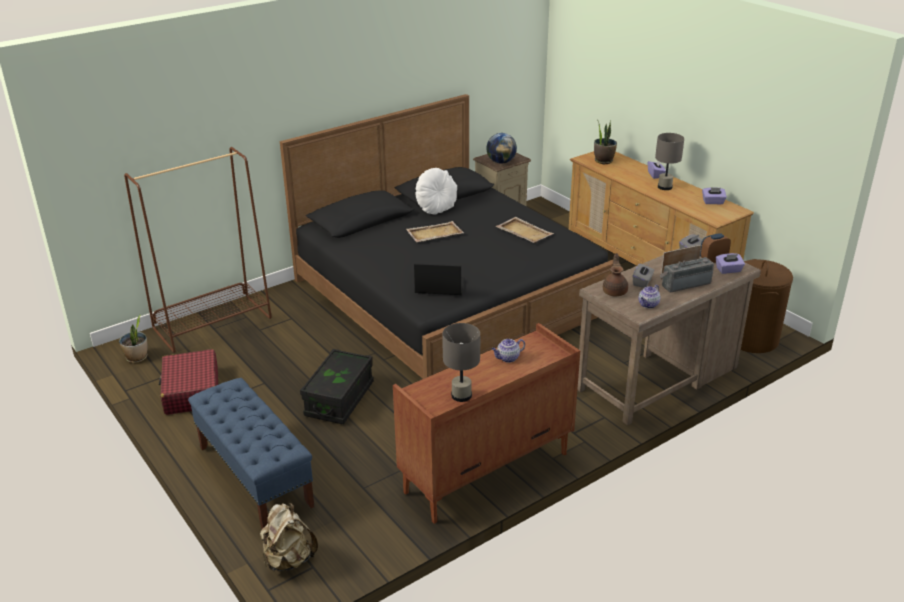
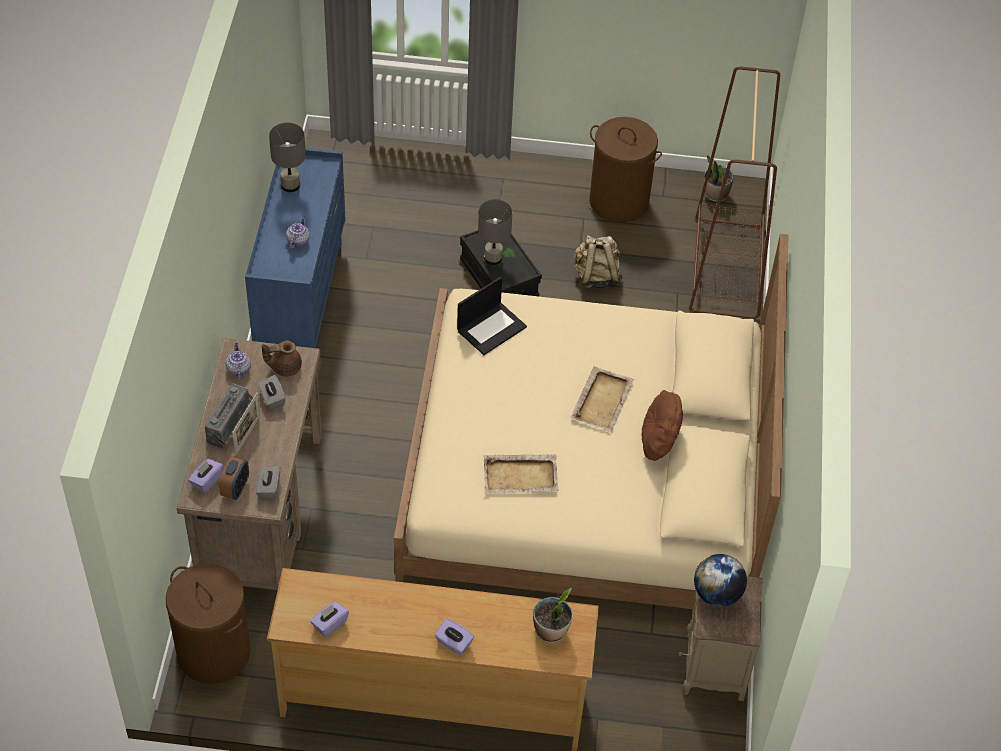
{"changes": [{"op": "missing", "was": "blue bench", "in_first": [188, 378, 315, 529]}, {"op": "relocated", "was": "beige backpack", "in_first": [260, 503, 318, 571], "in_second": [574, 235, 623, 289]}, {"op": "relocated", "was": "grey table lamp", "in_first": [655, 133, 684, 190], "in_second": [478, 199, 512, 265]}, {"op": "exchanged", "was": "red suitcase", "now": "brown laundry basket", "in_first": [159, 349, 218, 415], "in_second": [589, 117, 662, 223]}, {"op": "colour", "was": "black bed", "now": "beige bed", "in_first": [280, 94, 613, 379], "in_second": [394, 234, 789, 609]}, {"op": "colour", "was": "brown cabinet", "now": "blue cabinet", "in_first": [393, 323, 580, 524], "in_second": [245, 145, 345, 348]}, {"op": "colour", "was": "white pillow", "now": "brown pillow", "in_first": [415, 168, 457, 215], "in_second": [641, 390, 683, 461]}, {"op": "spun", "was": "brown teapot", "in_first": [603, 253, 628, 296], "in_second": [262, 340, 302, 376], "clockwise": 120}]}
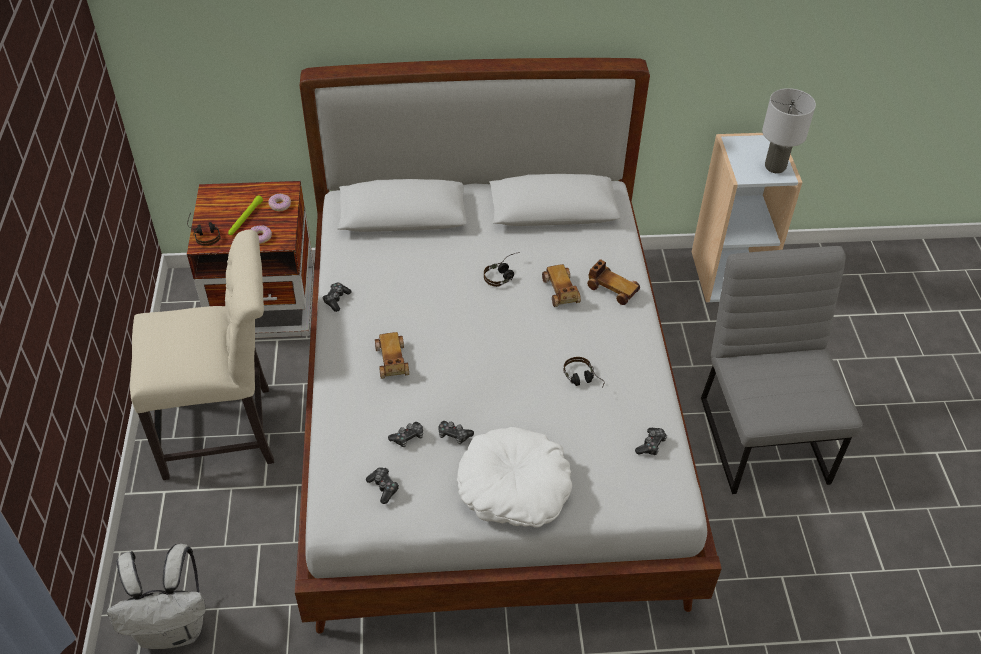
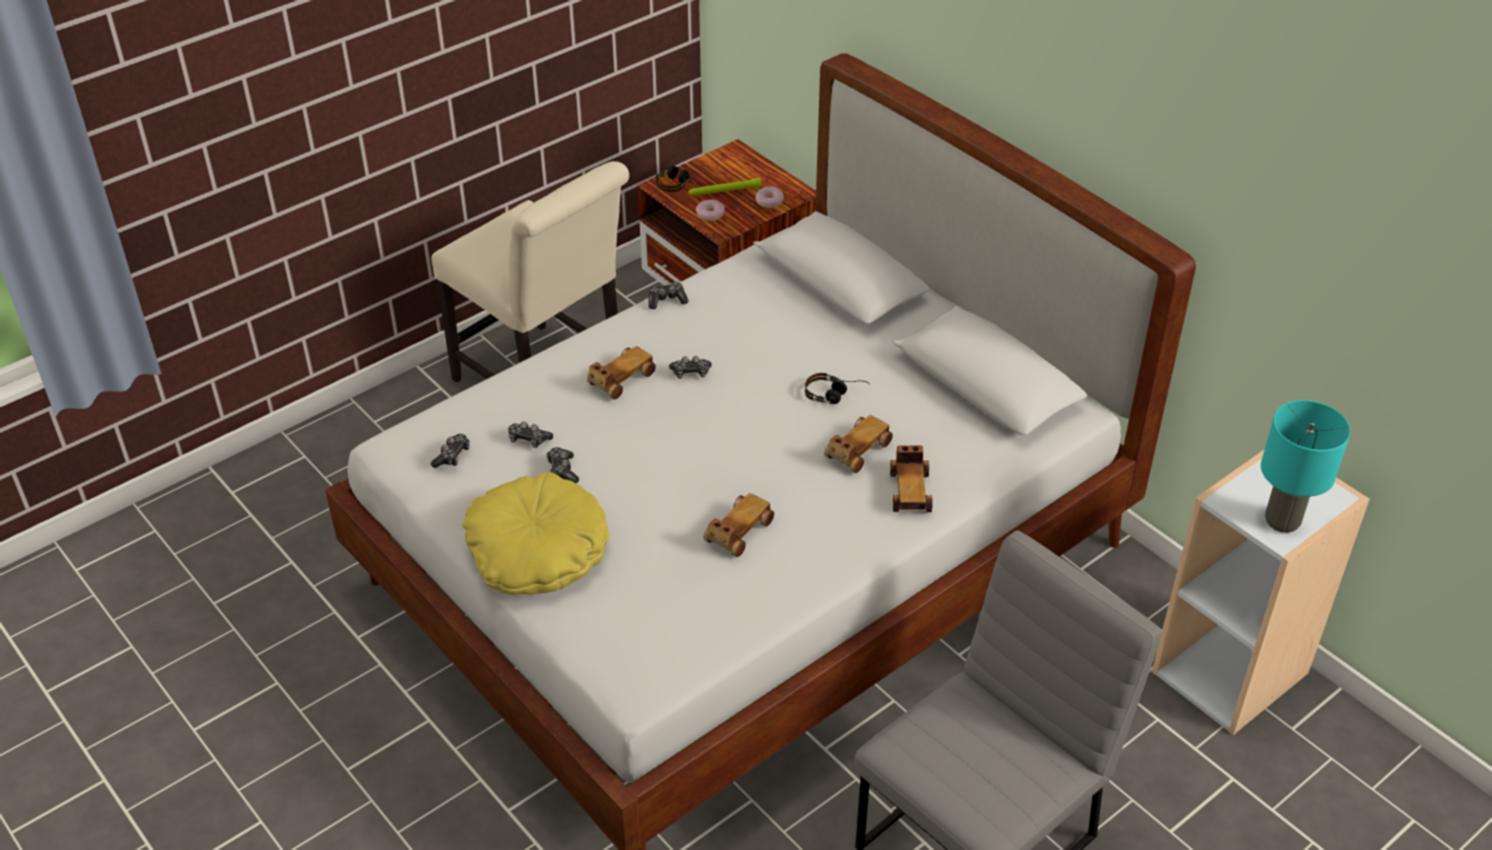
{"changes": [{"op": "missing", "was": "white backpack", "in_first": [107, 544, 206, 649]}, {"op": "relocated", "was": "game controller", "in_first": [635, 428, 667, 455], "in_second": [669, 356, 712, 379]}, {"op": "exchanged", "was": "headphones", "now": "toy car", "in_first": [563, 357, 605, 388], "in_second": [704, 493, 774, 557]}, {"op": "colour", "was": "white pillow", "now": "yellow pillow", "in_first": [457, 427, 572, 528], "in_second": [462, 472, 609, 594]}, {"op": "colour", "was": "white table lamp", "now": "turquoise table lamp", "in_first": [762, 88, 816, 173], "in_second": [1261, 400, 1350, 533]}]}
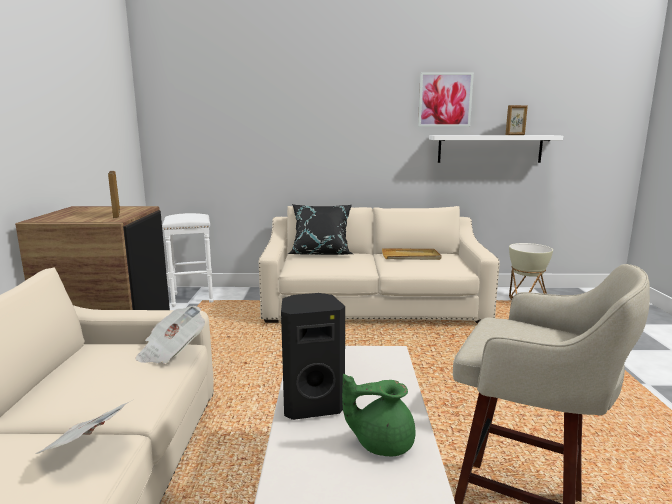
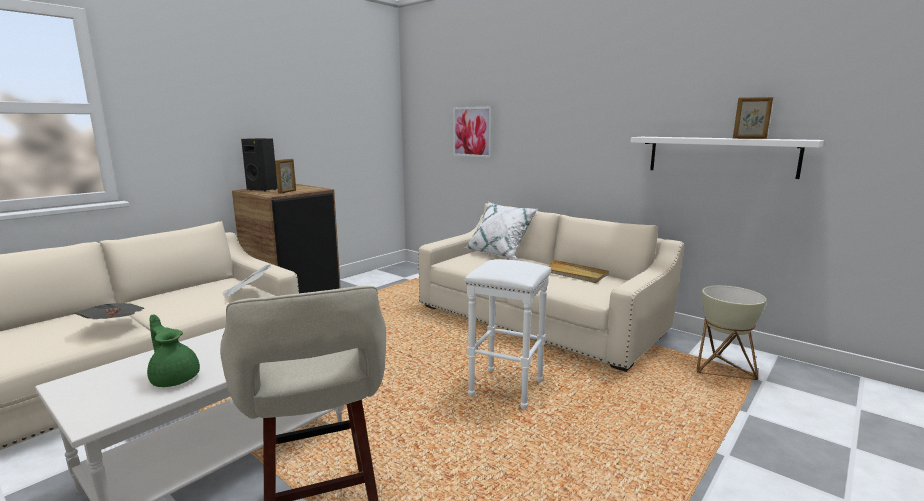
{"changes": [{"op": "relocated", "was": "white stool", "in_first": [162, 213, 214, 307], "in_second": [465, 259, 551, 409]}, {"op": "relocated", "was": "black speaker", "in_first": [281, 293, 345, 420], "in_second": [241, 138, 278, 192]}, {"op": "relocated", "was": "picture", "in_first": [418, 72, 474, 127], "in_second": [453, 107, 492, 158]}, {"op": "colour", "was": "black pillow", "now": "white pillow", "in_first": [288, 204, 352, 255], "in_second": [465, 202, 538, 260]}]}
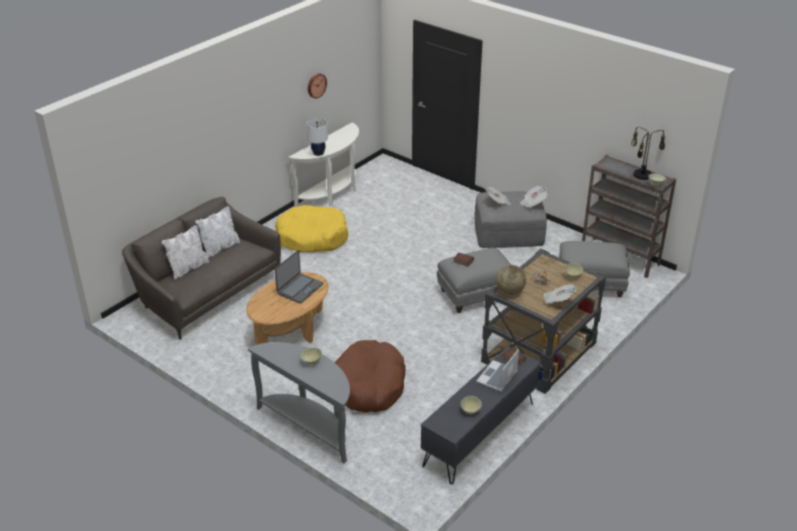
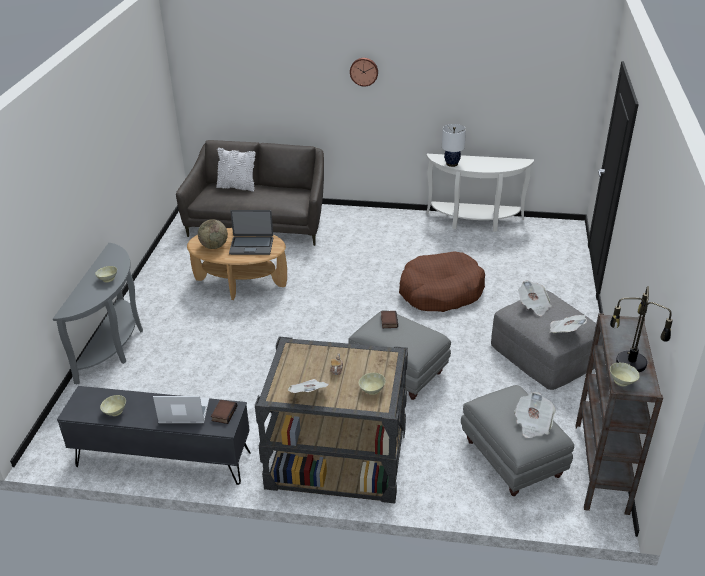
{"changes": [{"op": "missing", "was": "white pillow", "in_first": [195, 206, 240, 258]}, {"op": "missing", "was": "yellow dog bed", "in_first": [275, 205, 348, 252]}, {"op": "appeared", "now": "newspaper", "in_second": [514, 392, 556, 438]}, {"op": "relocated", "was": "wall clock", "in_first": [308, 73, 327, 98], "in_second": [350, 58, 378, 86]}, {"op": "relocated", "was": "brown dog bed", "in_first": [335, 340, 406, 413], "in_second": [399, 251, 485, 312]}, {"op": "relocated", "was": "globe", "in_first": [496, 265, 526, 295], "in_second": [198, 219, 228, 249]}]}
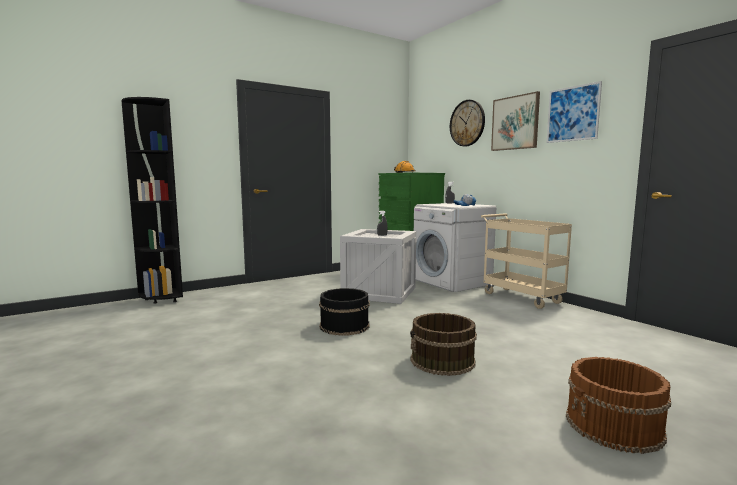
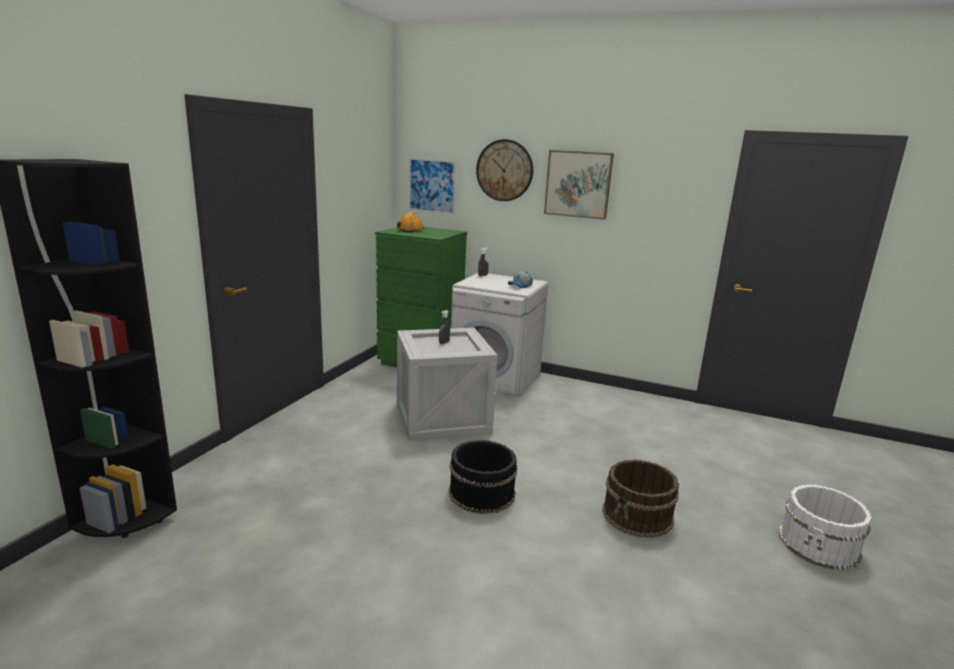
{"changes": [{"op": "missing", "was": "beige cart", "in_first": [481, 213, 572, 309]}, {"op": "relocated", "was": "picture", "in_first": [547, 81, 602, 143], "in_second": [409, 158, 456, 214]}, {"op": "colour", "was": "brown bucket", "now": "white bucket", "in_first": [566, 357, 671, 454], "in_second": [779, 484, 872, 570]}]}
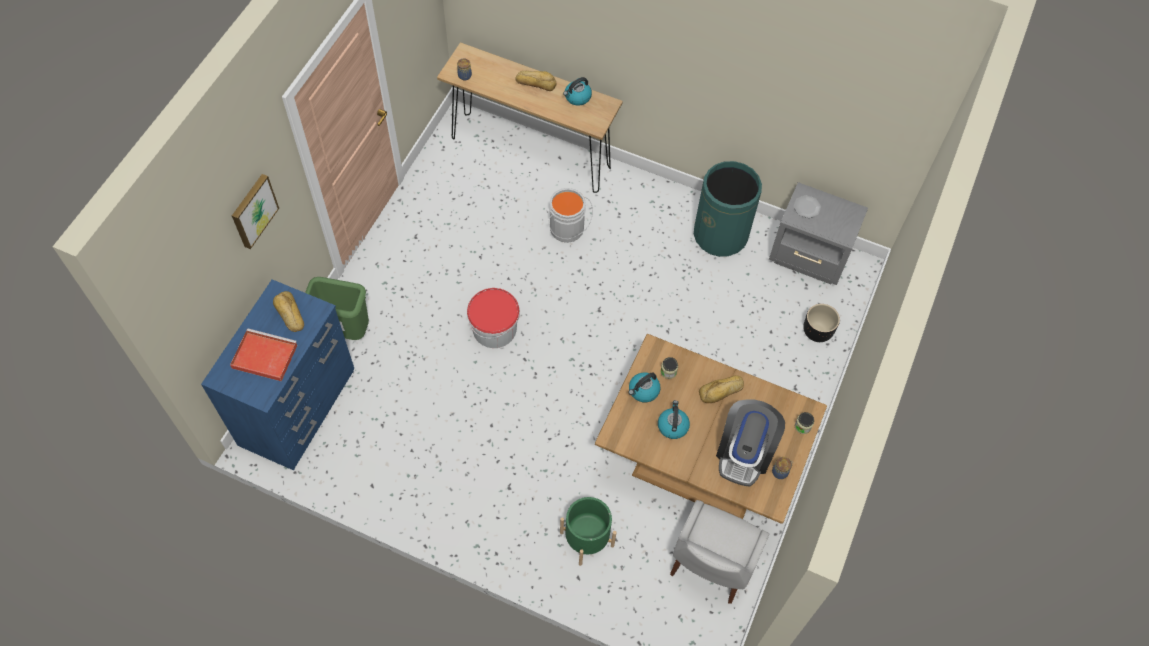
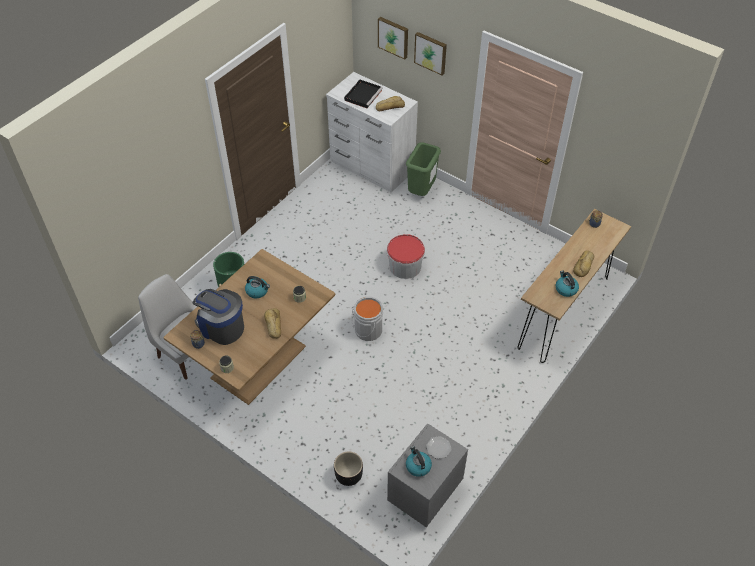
{"changes": [{"op": "missing", "was": "green trash can", "in_first": [694, 161, 762, 257]}, {"op": "appeared", "now": "picture", "in_second": [378, 17, 408, 60]}, {"op": "relocated", "was": "grey bucket", "in_first": [549, 188, 593, 243], "in_second": [352, 297, 383, 341]}, {"op": "relocated", "was": "kettle", "in_first": [629, 373, 660, 402], "in_second": [406, 446, 432, 477]}, {"op": "colour", "was": "blue dresser", "now": "white dresser", "in_first": [201, 279, 354, 471], "in_second": [326, 72, 418, 193]}, {"op": "colour", "was": "red tray", "now": "black tray", "in_first": [230, 329, 297, 381], "in_second": [344, 80, 383, 108]}]}
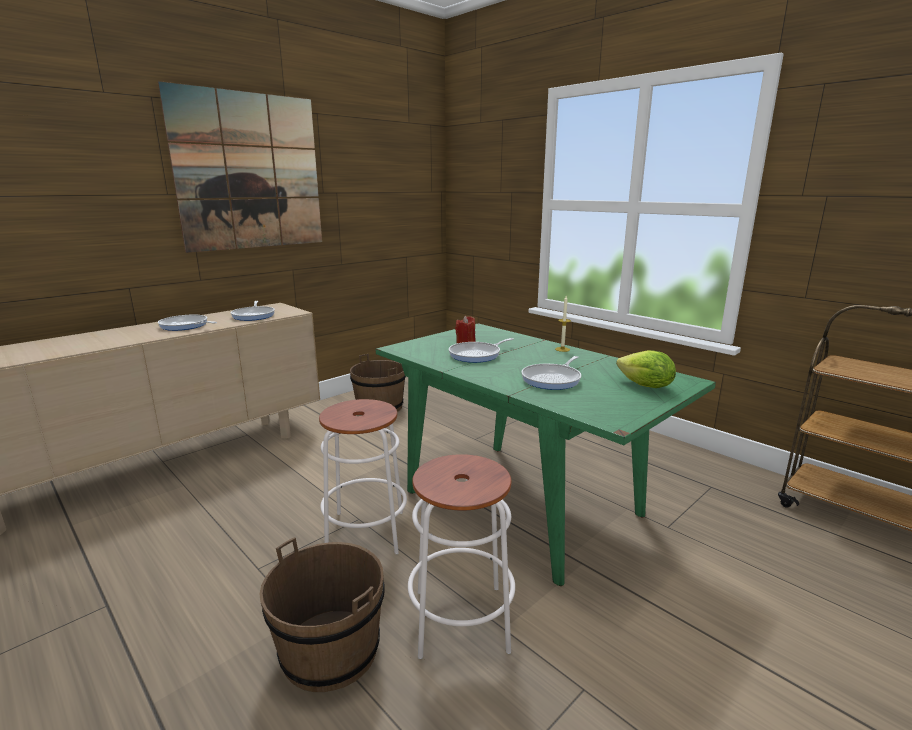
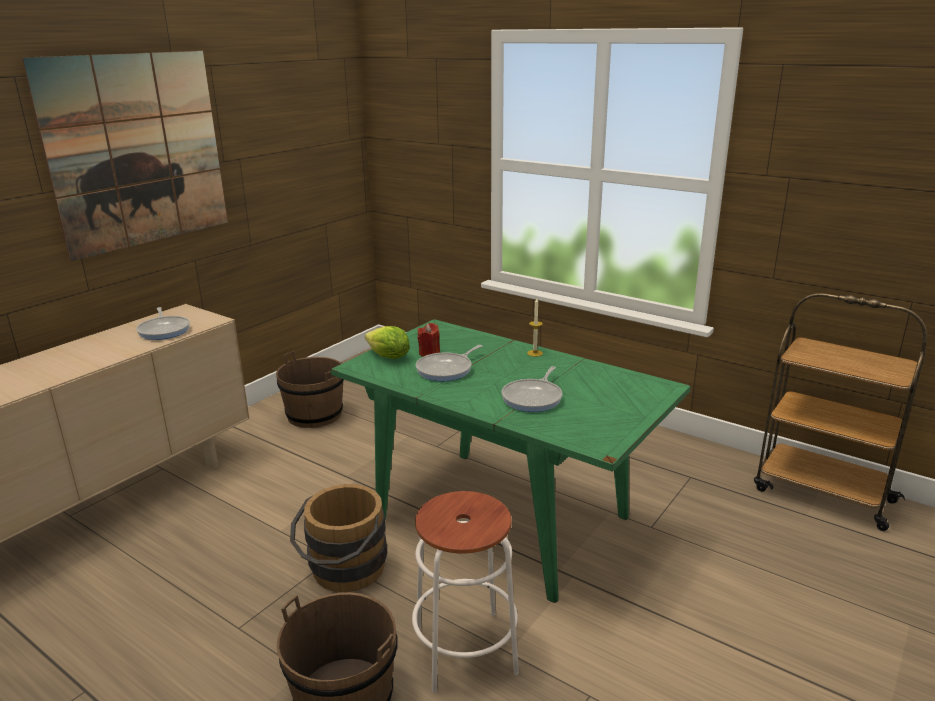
{"changes": [{"op": "missing", "was": "frying pan", "in_first": [158, 315, 217, 331]}, {"op": "relocated", "was": "lettuce", "in_first": [616, 350, 676, 388], "in_second": [365, 326, 410, 359]}, {"op": "exchanged", "was": "white stool", "now": "brown bucket", "in_first": [319, 399, 407, 554], "in_second": [290, 484, 387, 592]}]}
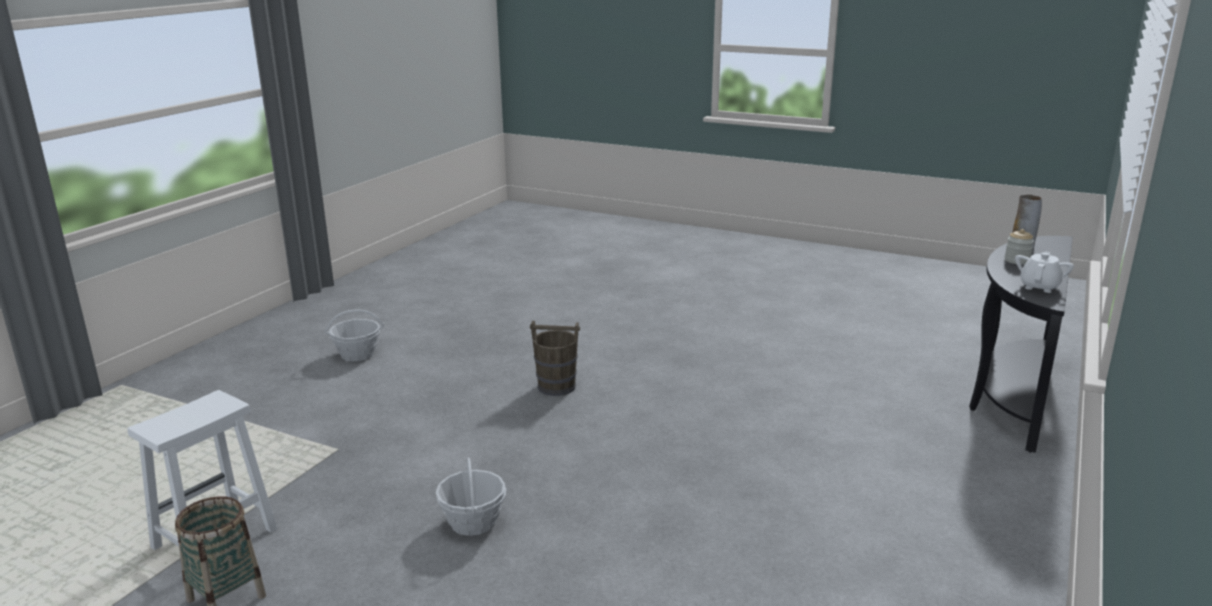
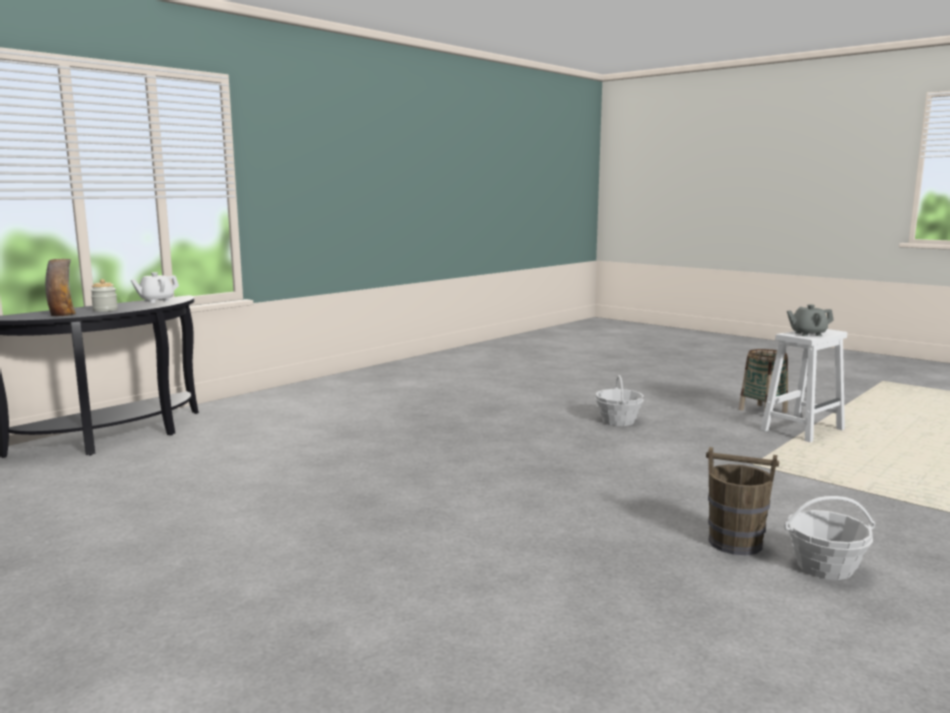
{"changes": [{"op": "appeared", "now": "grey teapot", "in_second": [787, 305, 834, 336]}, {"op": "relocated", "was": "brown bucket", "in_first": [530, 321, 580, 396], "in_second": [706, 447, 779, 555]}]}
